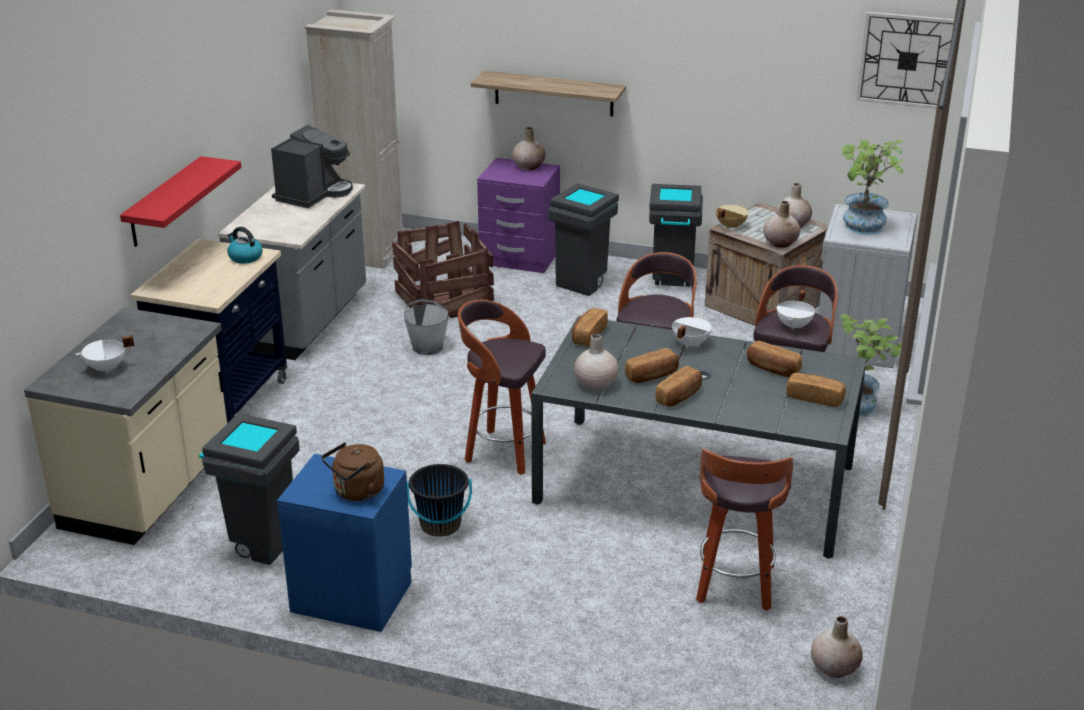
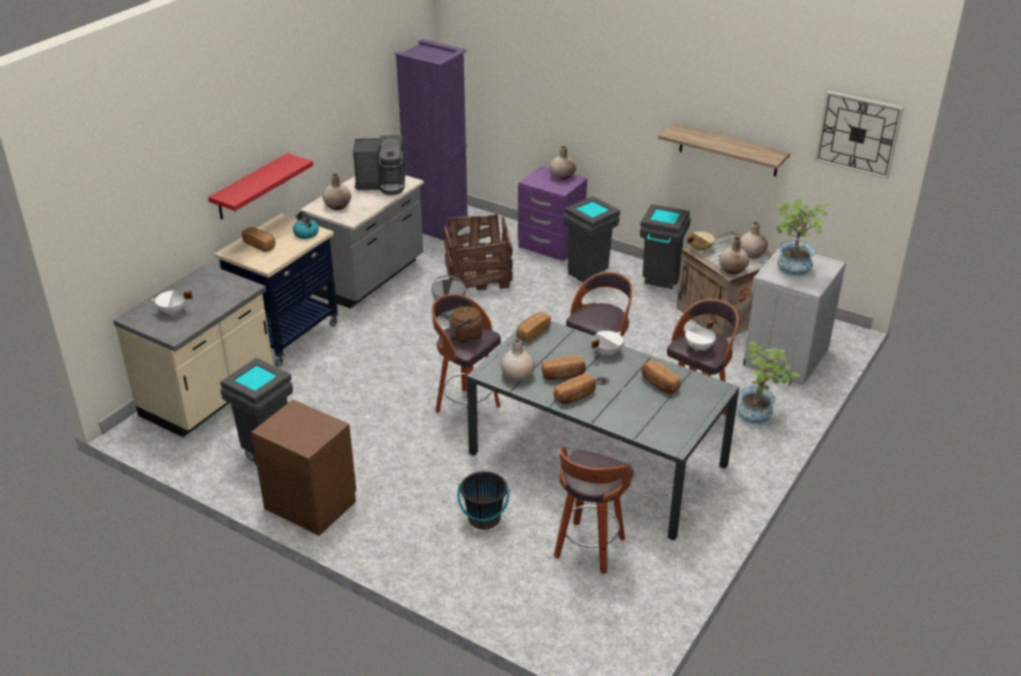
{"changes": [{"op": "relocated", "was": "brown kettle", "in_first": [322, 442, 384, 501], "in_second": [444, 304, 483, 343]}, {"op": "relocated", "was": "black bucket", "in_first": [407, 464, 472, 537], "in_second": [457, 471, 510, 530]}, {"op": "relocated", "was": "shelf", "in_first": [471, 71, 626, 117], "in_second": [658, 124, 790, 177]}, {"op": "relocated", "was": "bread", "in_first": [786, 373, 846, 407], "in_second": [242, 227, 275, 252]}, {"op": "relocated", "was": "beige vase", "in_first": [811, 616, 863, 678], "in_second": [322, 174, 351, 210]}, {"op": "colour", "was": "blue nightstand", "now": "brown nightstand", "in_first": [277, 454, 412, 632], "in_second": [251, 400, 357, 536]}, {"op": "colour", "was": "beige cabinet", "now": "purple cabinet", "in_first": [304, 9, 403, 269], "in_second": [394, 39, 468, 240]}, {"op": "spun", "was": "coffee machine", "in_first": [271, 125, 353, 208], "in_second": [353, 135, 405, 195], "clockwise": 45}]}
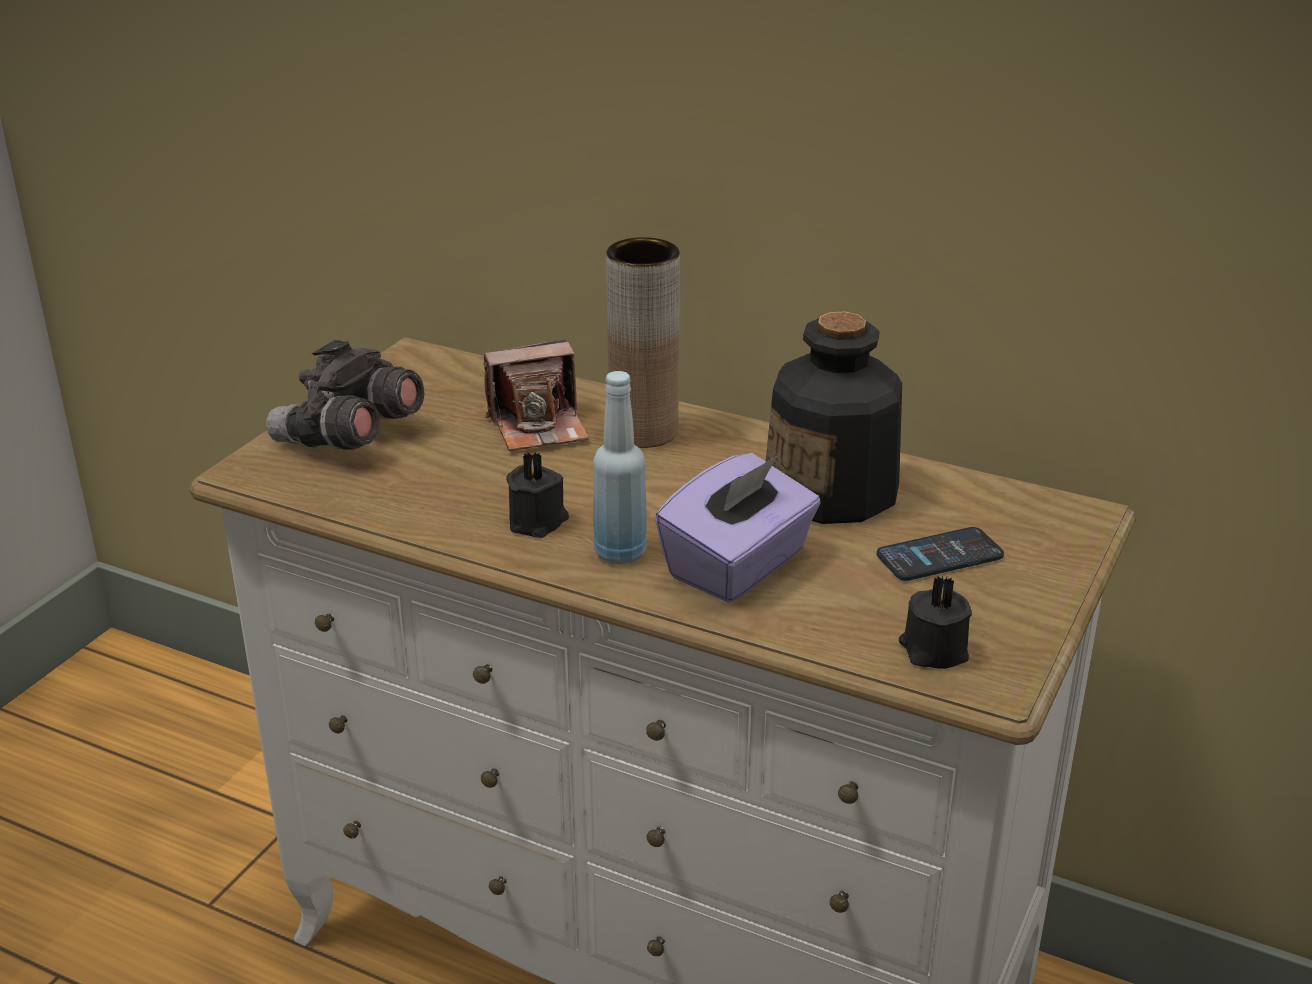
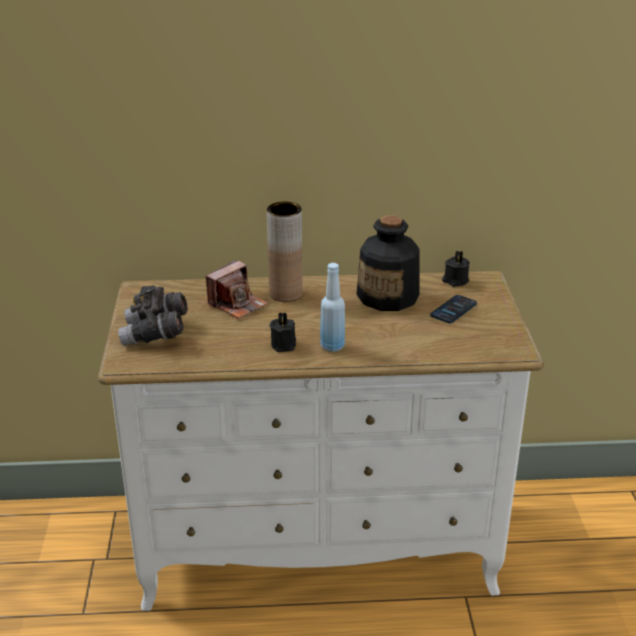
{"changes": [{"op": "missing", "was": "purple tissue box", "in_first": [655, 453, 821, 603]}, {"op": "relocated", "was": "black candle", "in_first": [899, 576, 972, 669], "in_second": [442, 251, 470, 287]}]}
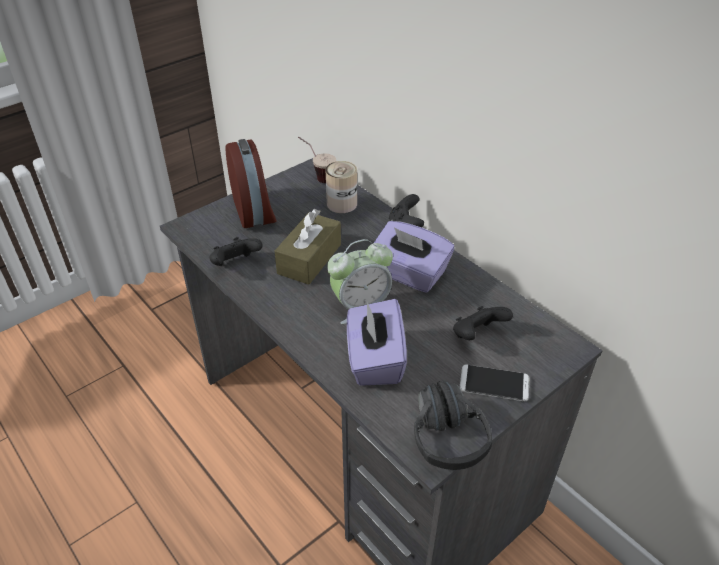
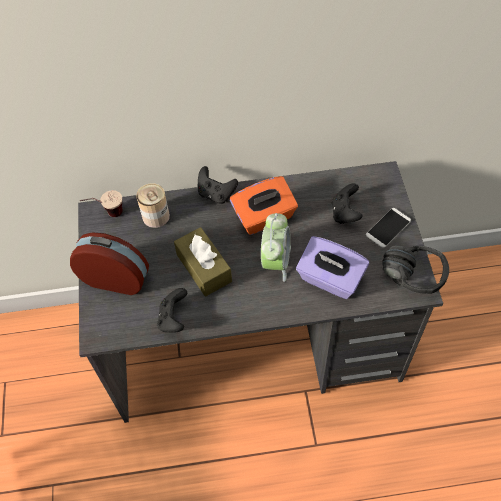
{"changes": [{"op": "colour", "was": "purple tissue box", "now": "orange tissue box", "in_first": [374, 221, 454, 293], "in_second": [230, 176, 298, 235]}]}
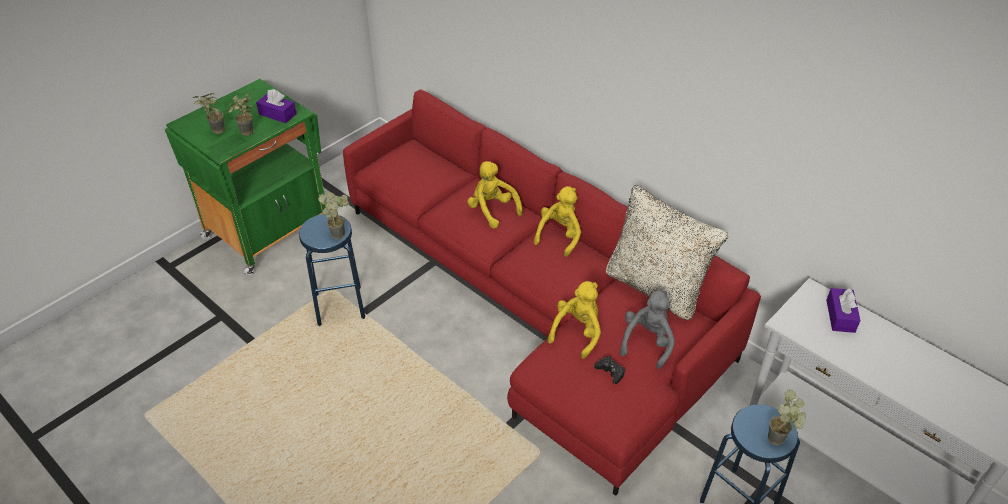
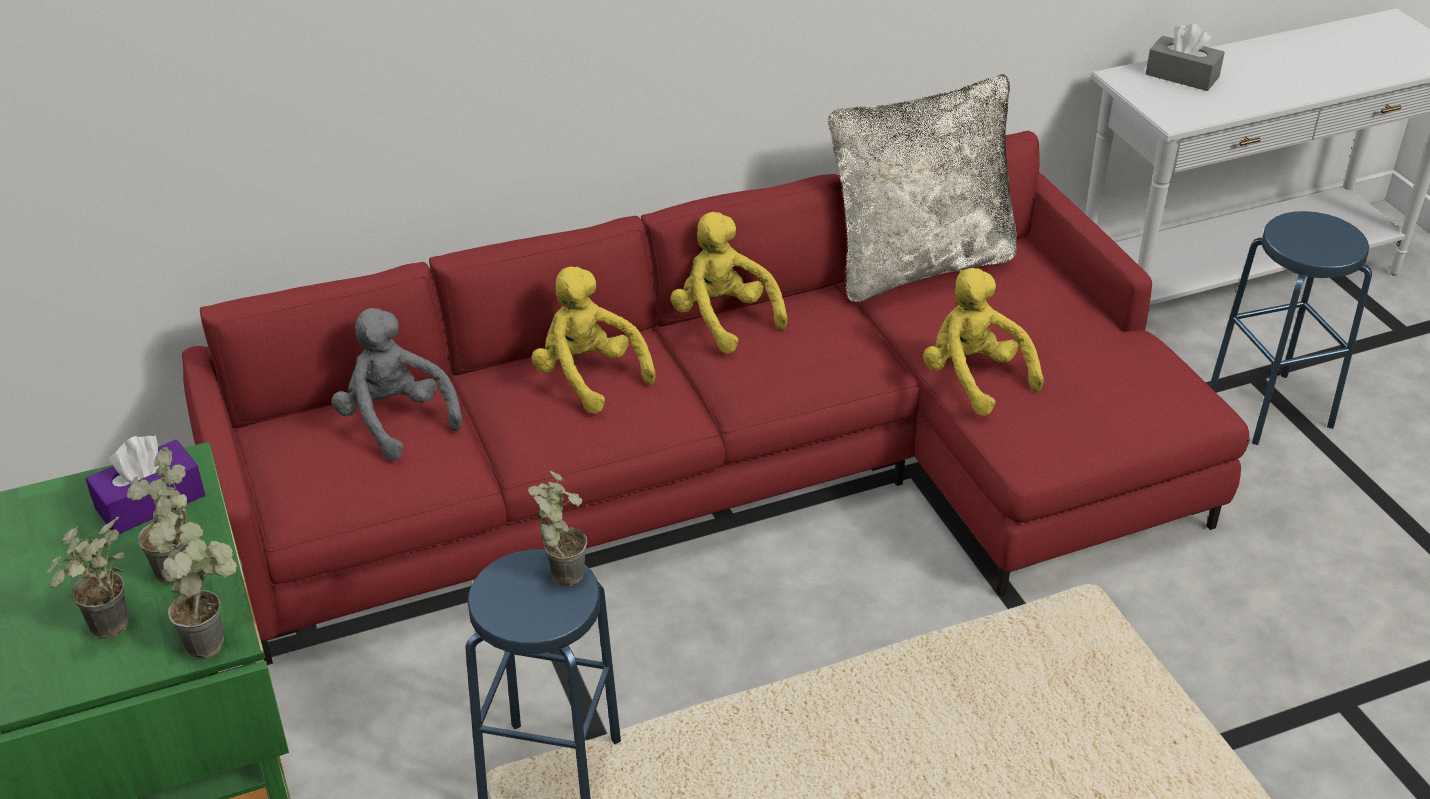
{"changes": [{"op": "missing", "was": "black game controller", "in_first": [594, 356, 625, 384]}, {"op": "relocated", "was": "grey plush toy", "in_first": [620, 290, 675, 369], "in_second": [332, 308, 462, 461]}, {"op": "relocated", "was": "potted plant", "in_first": [768, 389, 806, 445], "in_second": [148, 521, 237, 658]}, {"op": "colour", "was": "purple tissue box", "now": "grey tissue box", "in_first": [826, 288, 860, 333], "in_second": [1145, 23, 1225, 91]}, {"op": "spun", "was": "yellow plush toy", "in_first": [467, 161, 523, 229], "in_second": [532, 266, 655, 414], "clockwise": 60}]}
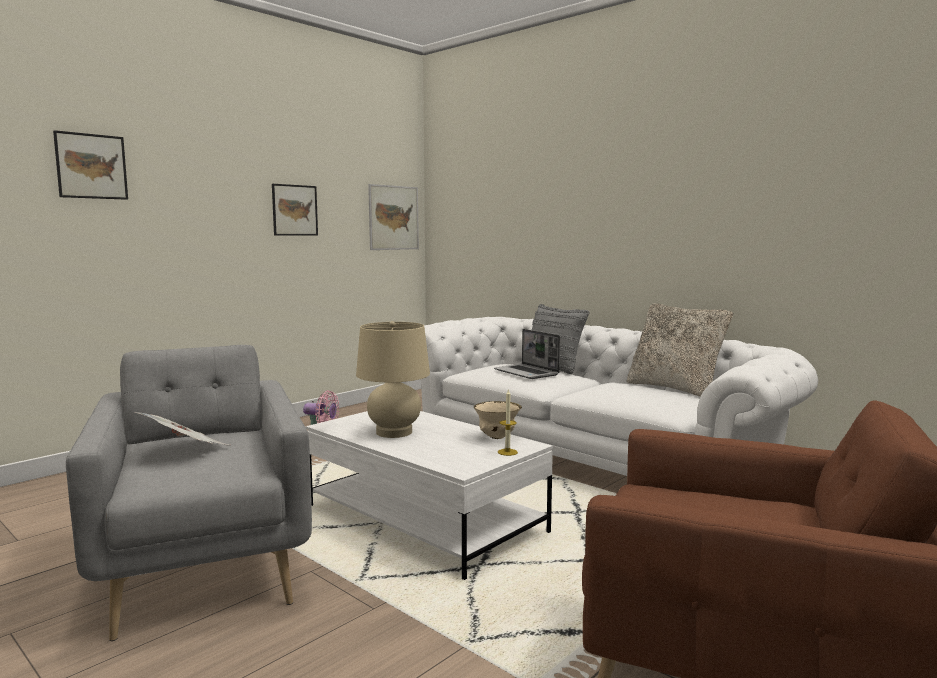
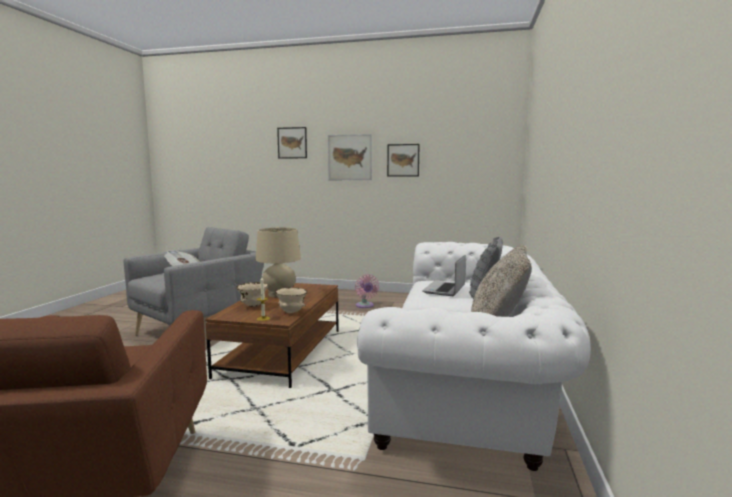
{"changes": [{"op": "appeared", "now": "beige bowl", "in_second": [236, 282, 268, 307]}, {"op": "relocated", "was": "picture", "in_first": [368, 184, 419, 250], "in_second": [328, 134, 372, 180]}, {"op": "colour", "was": "white coffee table", "now": "brown coffee table", "in_first": [306, 411, 553, 580], "in_second": [205, 283, 338, 388]}]}
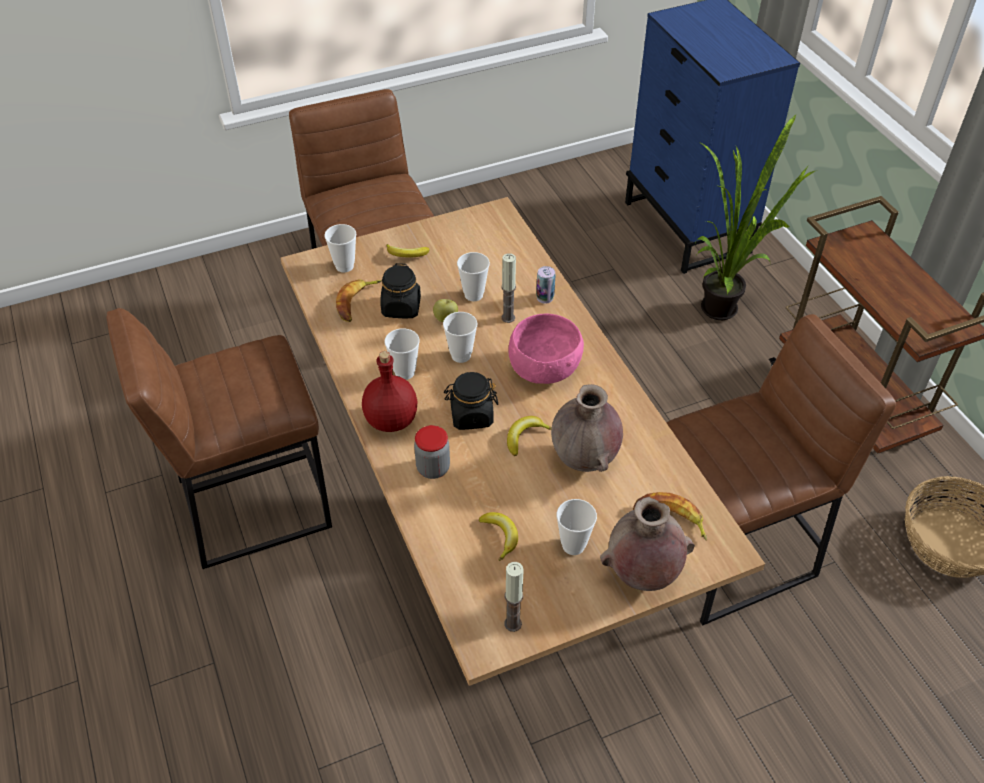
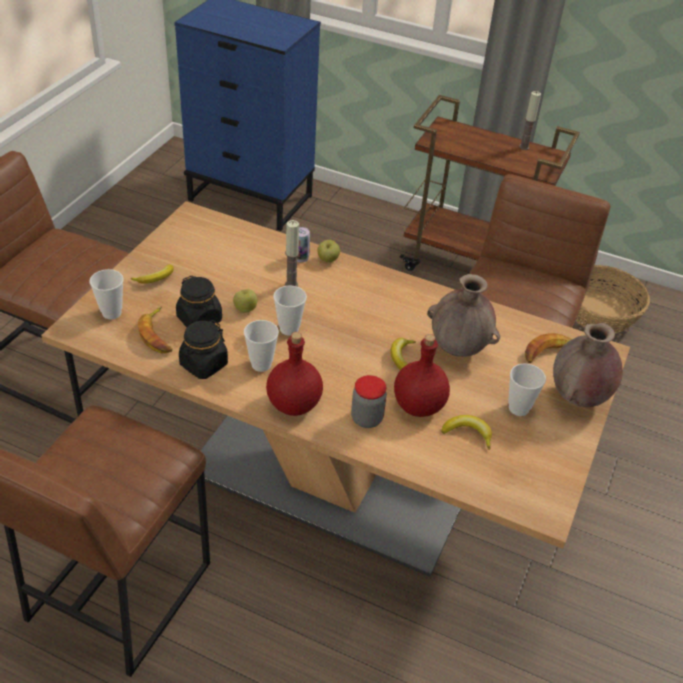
{"changes": [{"op": "missing", "was": "cup", "in_first": [457, 252, 490, 301]}, {"op": "missing", "was": "pink bowl", "in_first": [508, 313, 584, 384]}, {"op": "missing", "was": "potted plant", "in_first": [695, 115, 815, 320]}, {"op": "appeared", "now": "apple", "in_second": [317, 240, 340, 262]}, {"op": "appeared", "now": "red bottle", "in_second": [394, 334, 450, 417]}, {"op": "relocated", "was": "black jar", "in_first": [444, 372, 498, 430], "in_second": [179, 320, 228, 379]}, {"op": "relocated", "was": "candle", "in_first": [504, 562, 523, 632], "in_second": [519, 91, 541, 150]}]}
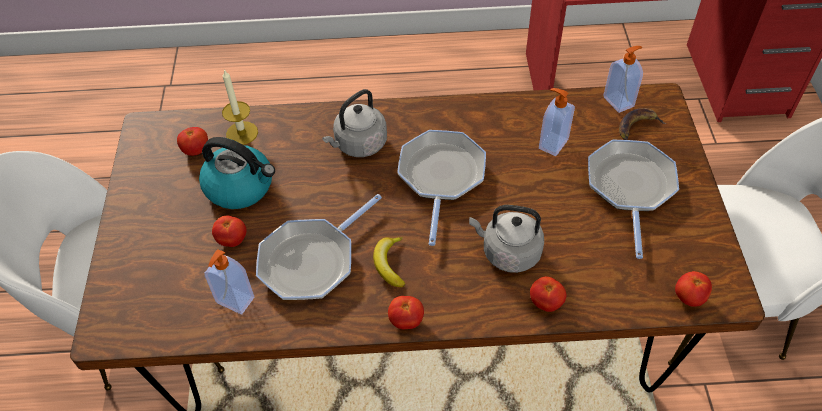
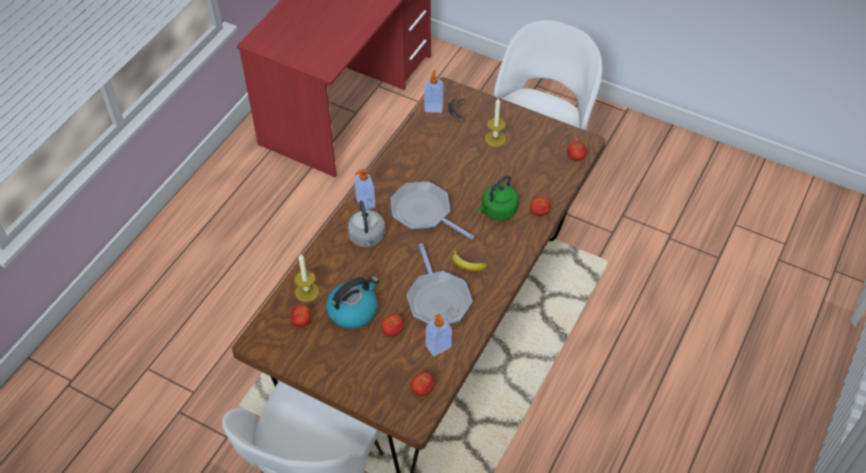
{"changes": [{"op": "relocated", "was": "tomato", "in_first": [388, 296, 424, 329], "in_second": [411, 372, 435, 396]}, {"op": "relocated", "was": "soap dispenser", "in_first": [539, 88, 575, 156], "in_second": [354, 169, 375, 210]}, {"op": "exchanged", "was": "frying pan", "now": "candle", "in_first": [588, 139, 679, 259], "in_second": [485, 98, 506, 147]}, {"op": "colour", "was": "grey kettle", "now": "green kettle", "in_first": [469, 205, 544, 273], "in_second": [478, 175, 519, 220]}]}
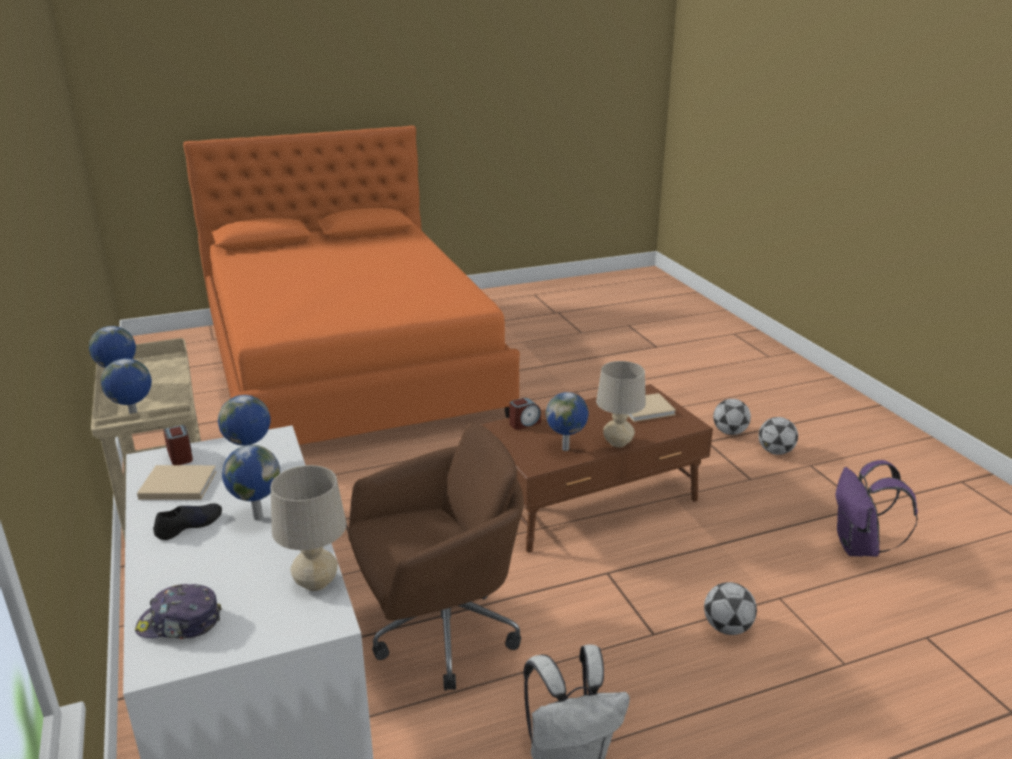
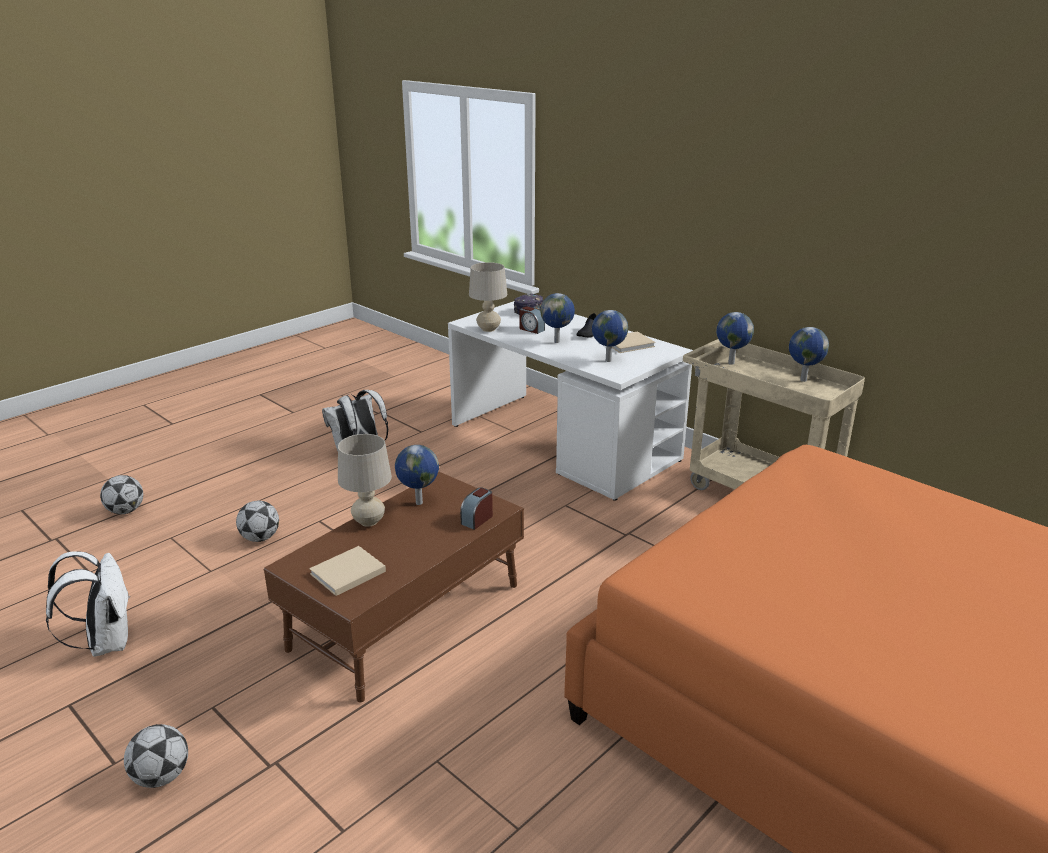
{"changes": [{"op": "missing", "was": "brown office chair", "in_first": [348, 422, 524, 690]}, {"op": "relocated", "was": "alarm clock", "in_first": [163, 425, 193, 465], "in_second": [520, 306, 545, 334]}, {"op": "relocated", "was": "football", "in_first": [713, 399, 751, 435], "in_second": [100, 475, 143, 514]}, {"op": "colour", "was": "purple backpack", "now": "white backpack", "in_first": [835, 460, 918, 557], "in_second": [46, 551, 130, 657]}]}
